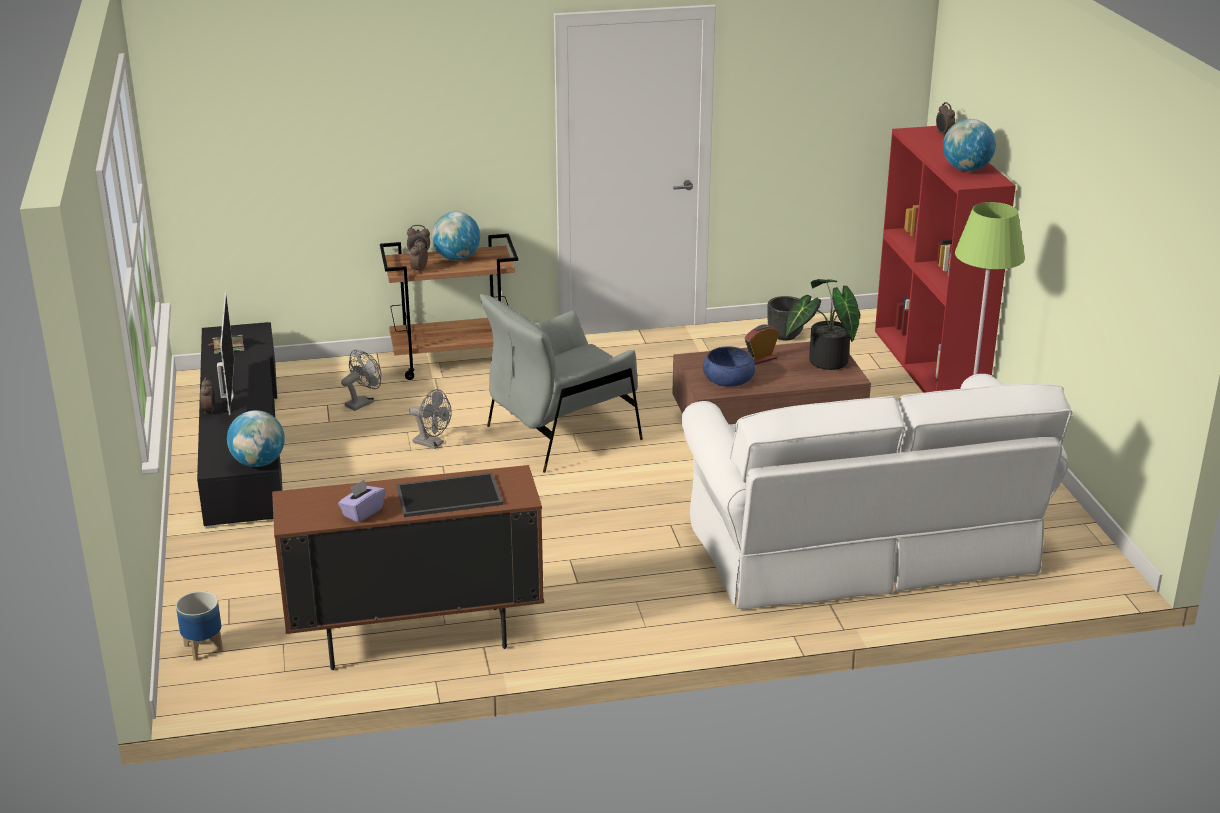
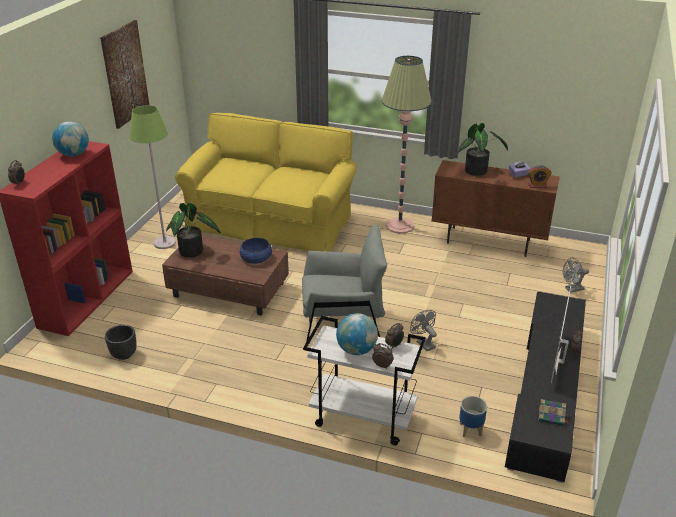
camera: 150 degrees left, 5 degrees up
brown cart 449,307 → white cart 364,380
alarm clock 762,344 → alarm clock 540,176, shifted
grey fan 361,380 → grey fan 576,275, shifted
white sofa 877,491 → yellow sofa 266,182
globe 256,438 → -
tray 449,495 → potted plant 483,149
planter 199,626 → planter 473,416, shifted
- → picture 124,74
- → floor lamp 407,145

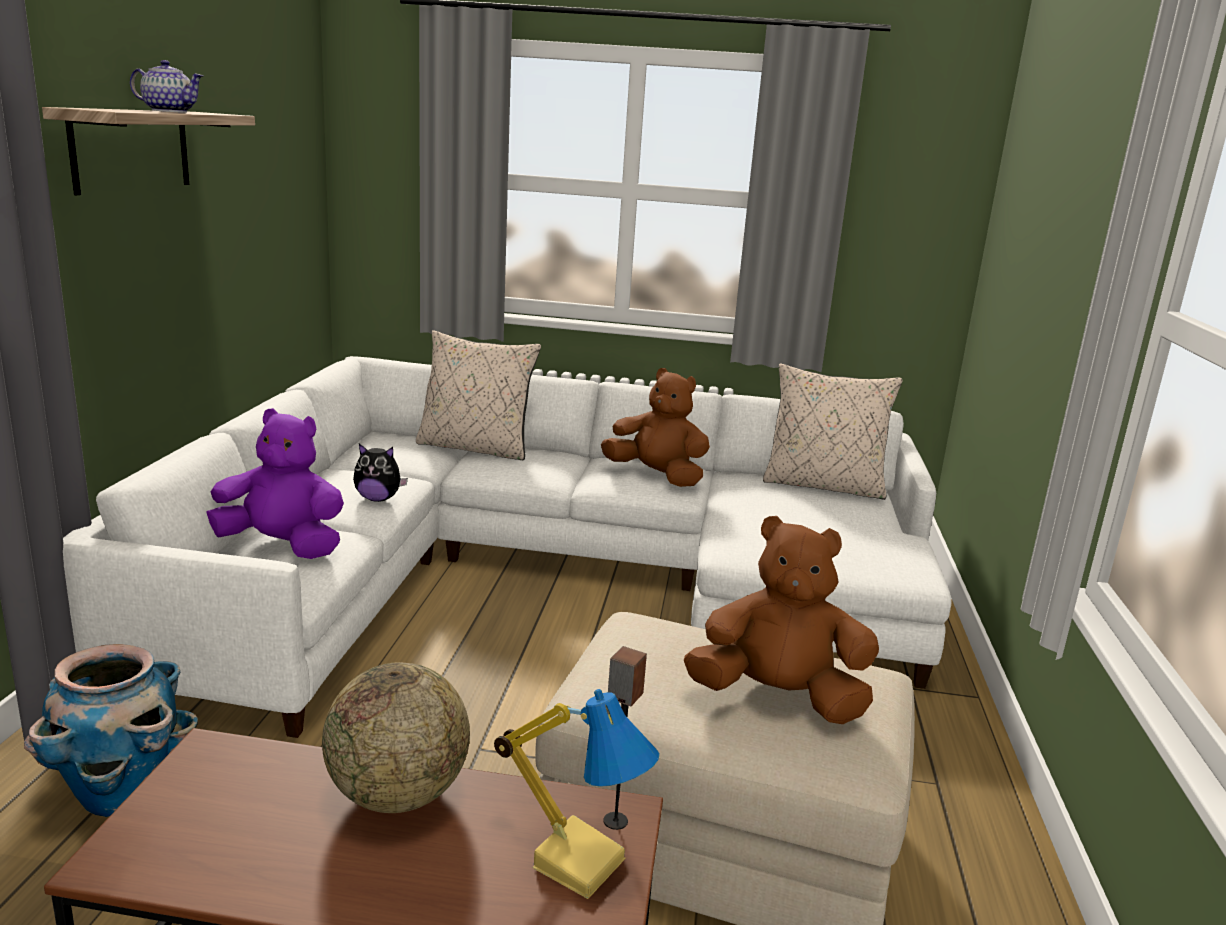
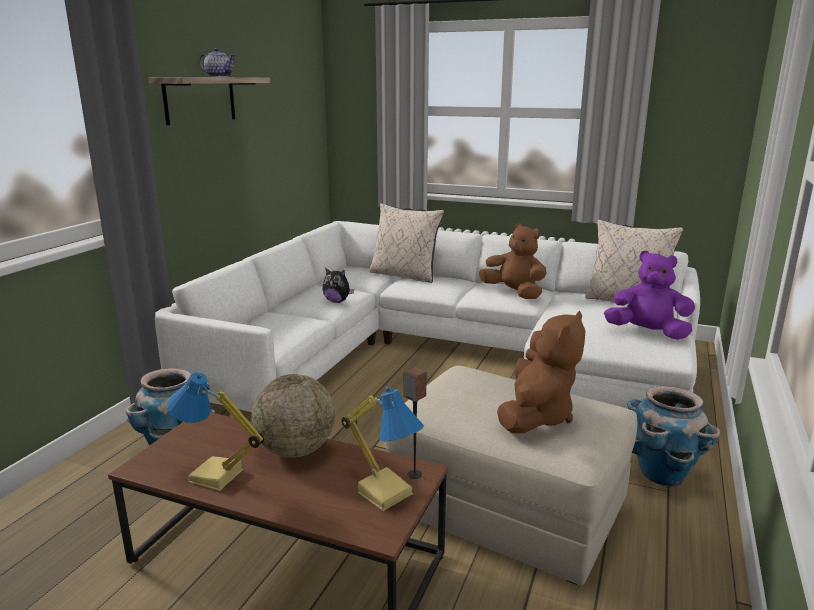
camera: 15 degrees right, 0 degrees up
purple plush toy 275,483 → purple plush toy 649,295, shifted
brown plush toy 781,620 → brown plush toy 541,372, 90 degrees clockwise
- → table lamp 216,431
- → planter 674,436

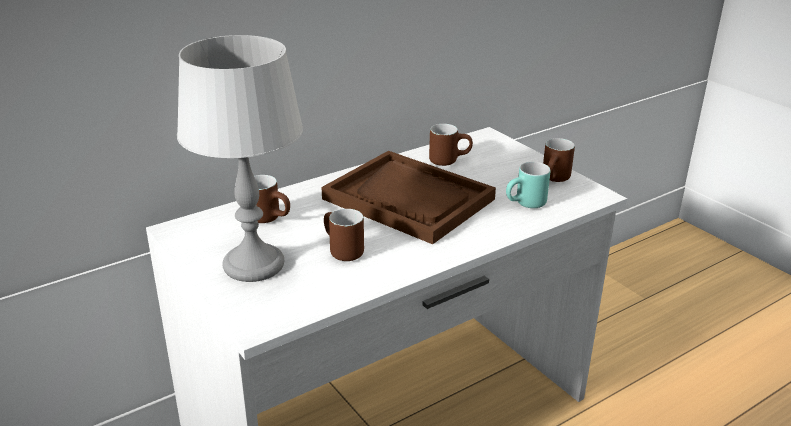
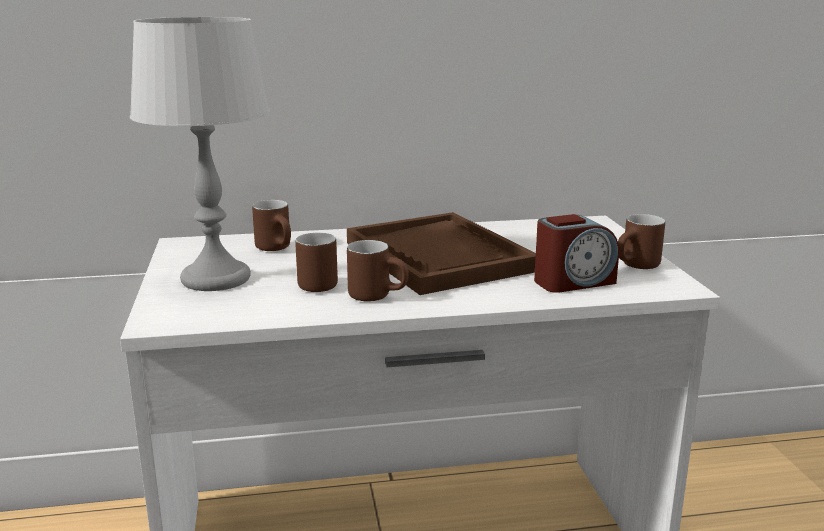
camera: 25 degrees right, 10 degrees down
brown mug 451,145 → brown mug 378,270, shifted
turquoise mug 528,185 → alarm clock 576,253

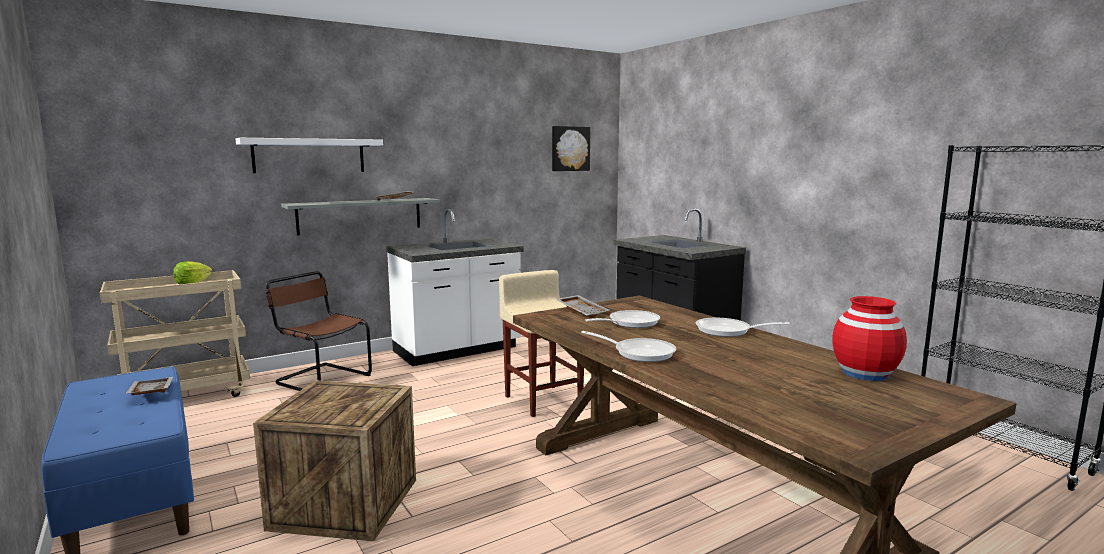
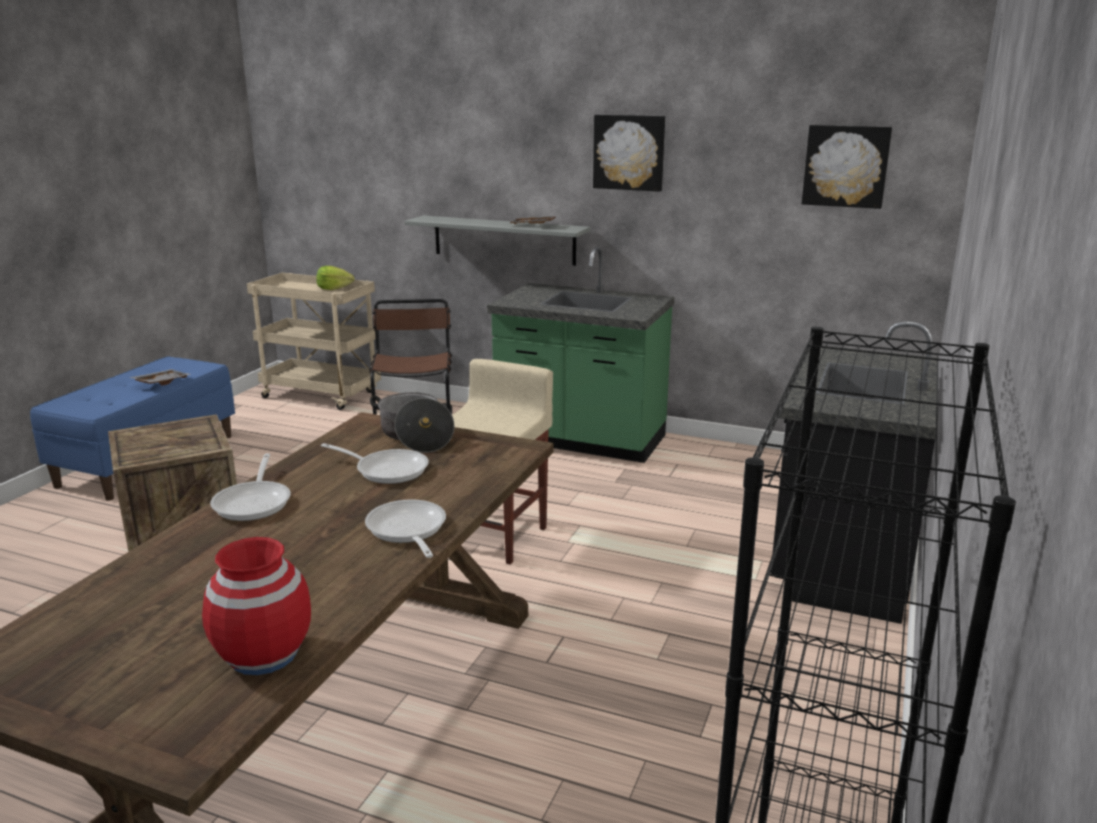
camera: 55 degrees right, 10 degrees up
white shelf 309,155 → -
white counter 455,287 → green counter 580,355
grey tray 582,306 → cooking pot 412,422
- → picture 629,153

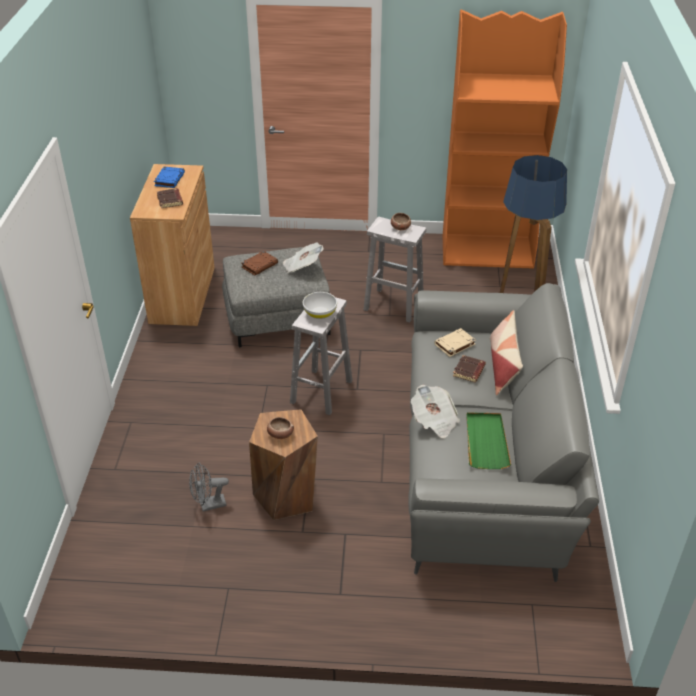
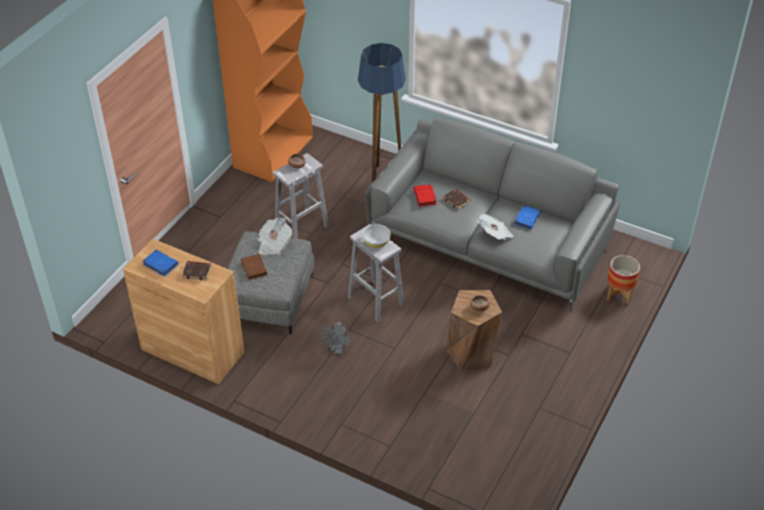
camera: 65 degrees left, 5 degrees up
pillow 506,353 → -
beige book 455,342 → red book 425,195
green tray 488,441 → blue book 527,217
grey fan 209,487 → grey fan 336,338, shifted
- → planter 623,279

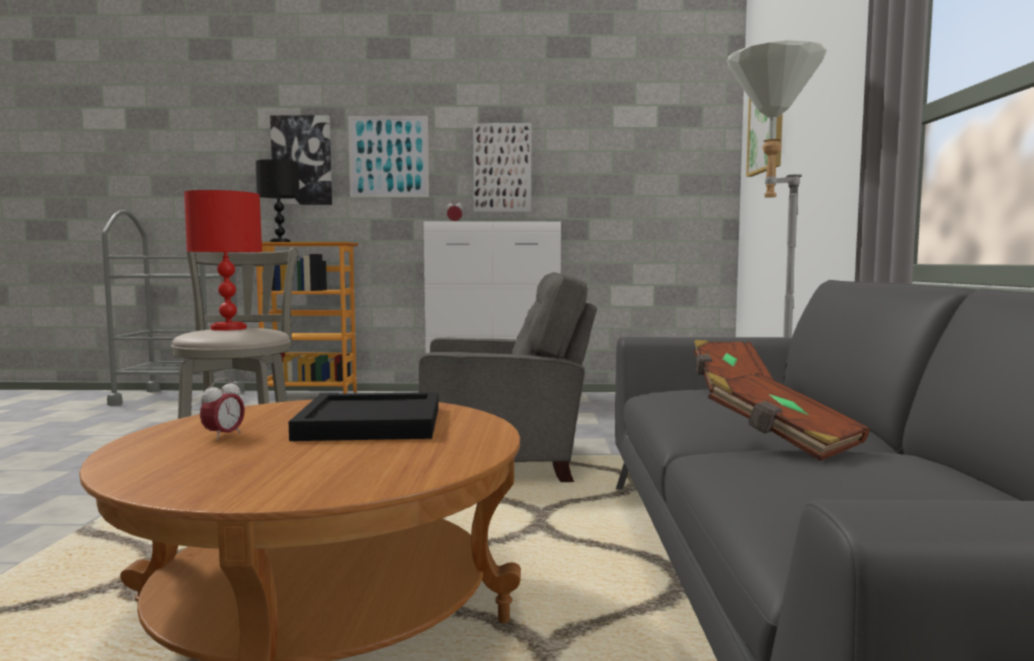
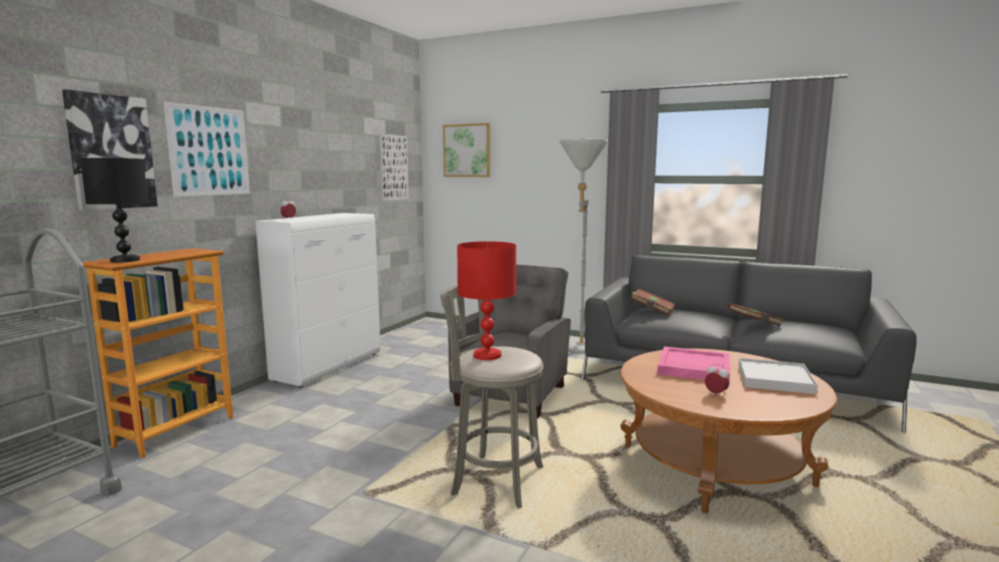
camera: 65 degrees left, 5 degrees up
picture 502,167 → picture 394,167, shifted
black tray 364,416 → pink tray 693,363
- → white tray 778,376

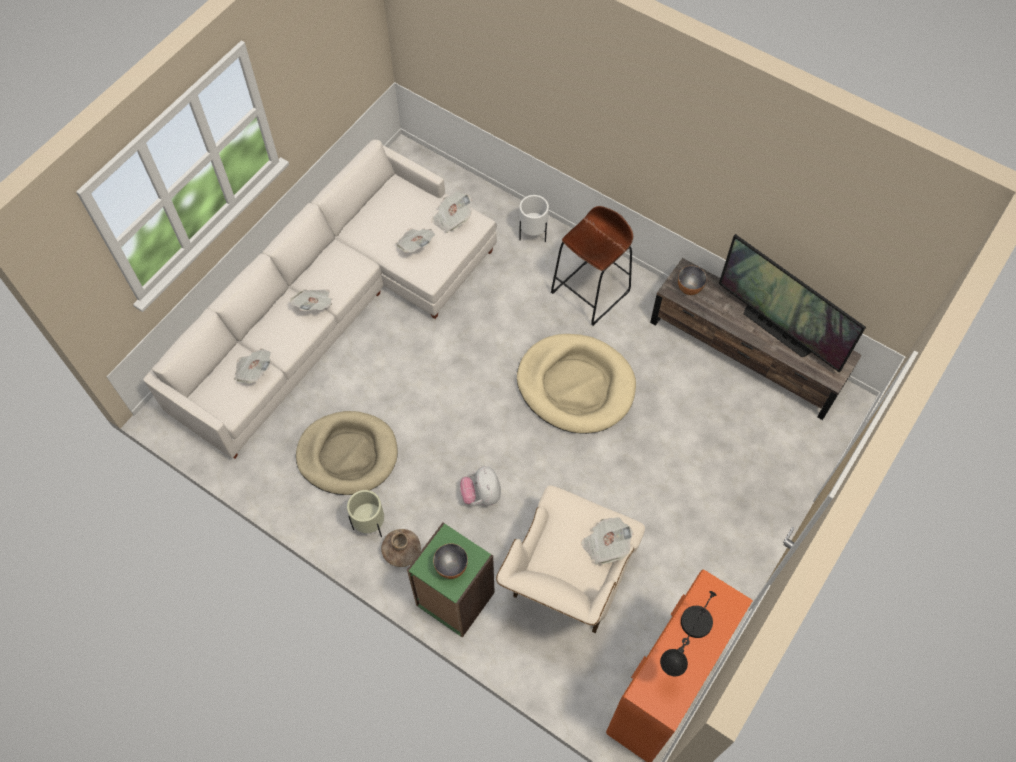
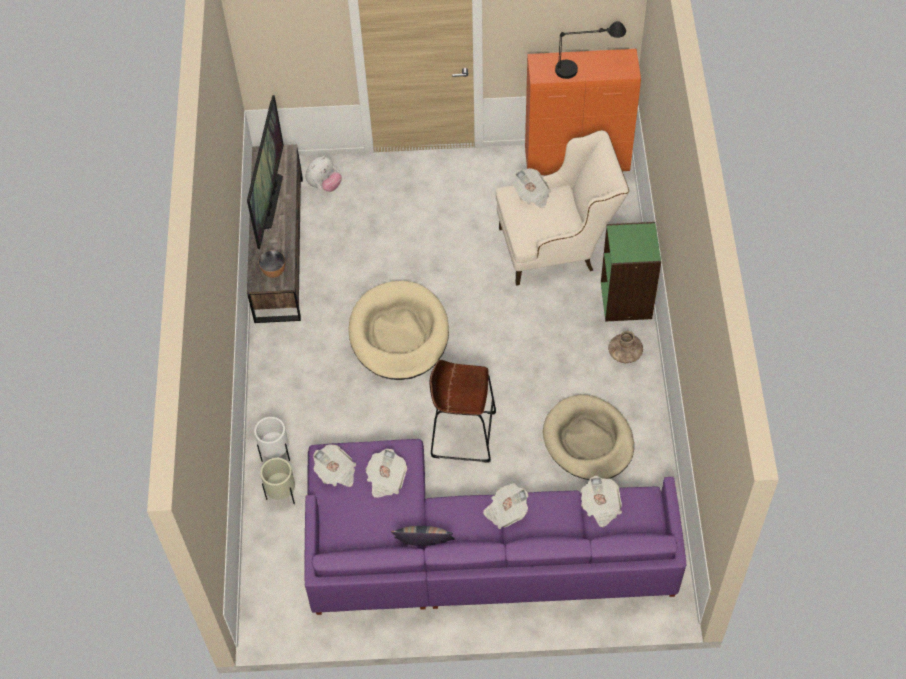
camera: 125 degrees left, 5 degrees down
white sofa 320,299 → purple sofa 495,527
brown stool 592,266 → brown stool 463,411, shifted
plush toy 480,486 → plush toy 324,174, shifted
beige planter 365,513 → beige planter 277,481, shifted
bowl 450,561 → -
- → pillow 423,536

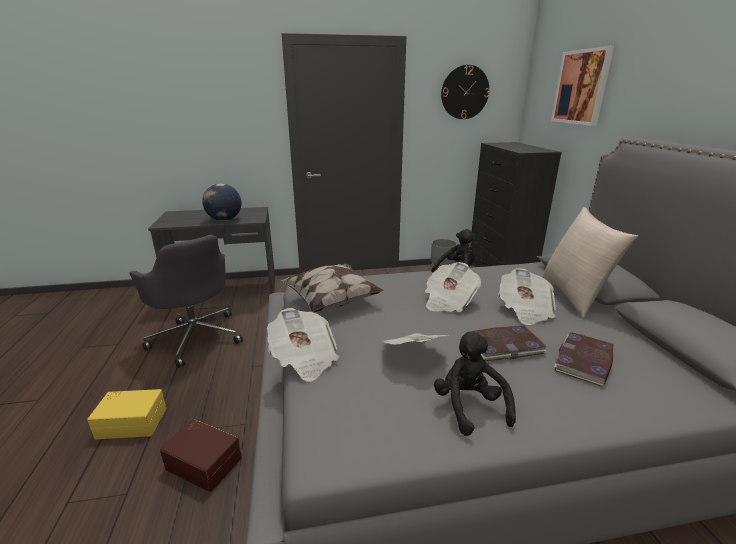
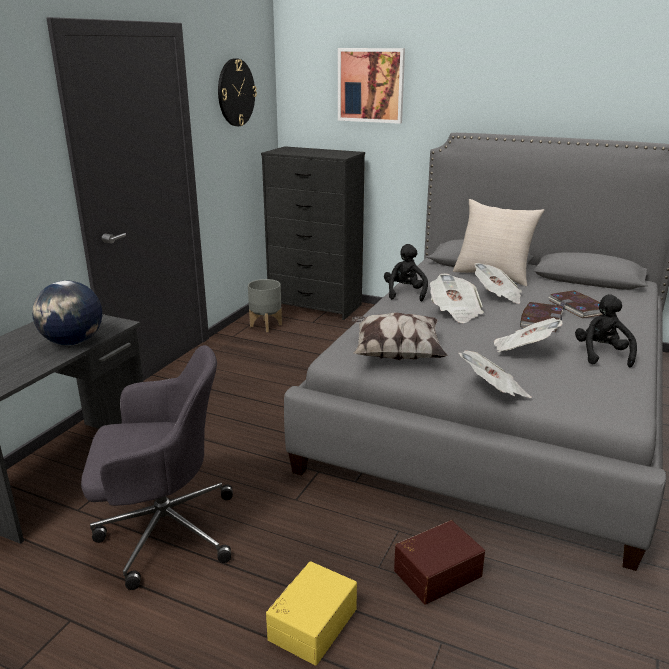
camera: 55 degrees left, 0 degrees up
black plush toy 475,383 → black plush toy 606,331, 75 degrees clockwise

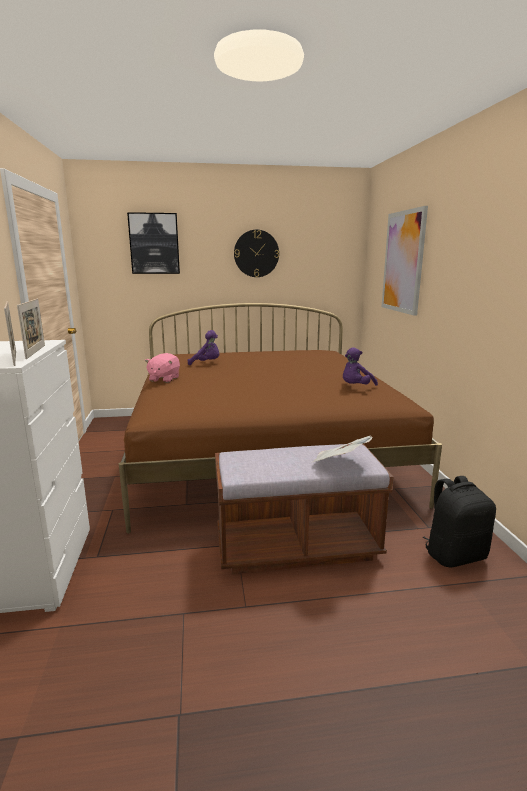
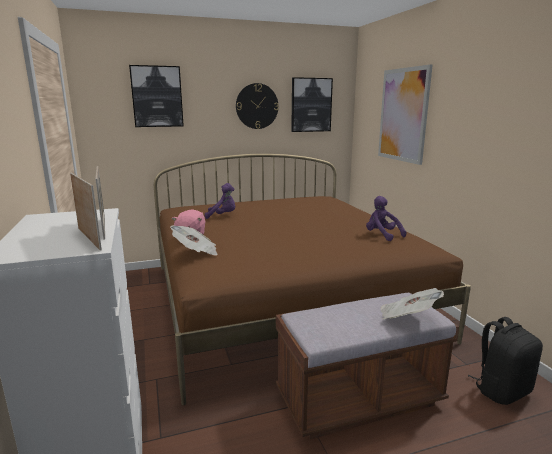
camera: 10 degrees left, 0 degrees up
purple plush toy 360,366 → purple plush toy 386,218, 105 degrees clockwise
- → picture 312,104
- → newspaper 193,240

